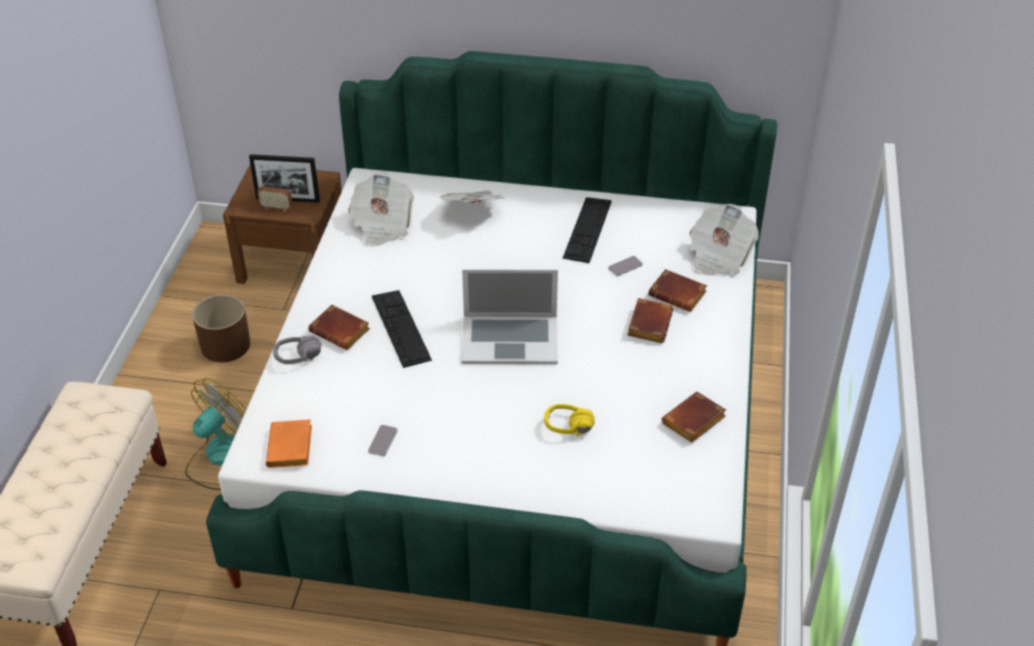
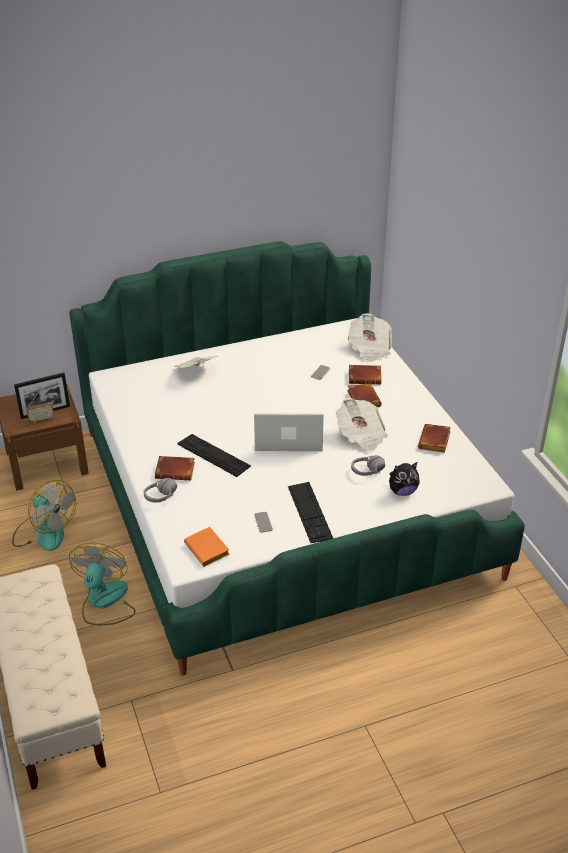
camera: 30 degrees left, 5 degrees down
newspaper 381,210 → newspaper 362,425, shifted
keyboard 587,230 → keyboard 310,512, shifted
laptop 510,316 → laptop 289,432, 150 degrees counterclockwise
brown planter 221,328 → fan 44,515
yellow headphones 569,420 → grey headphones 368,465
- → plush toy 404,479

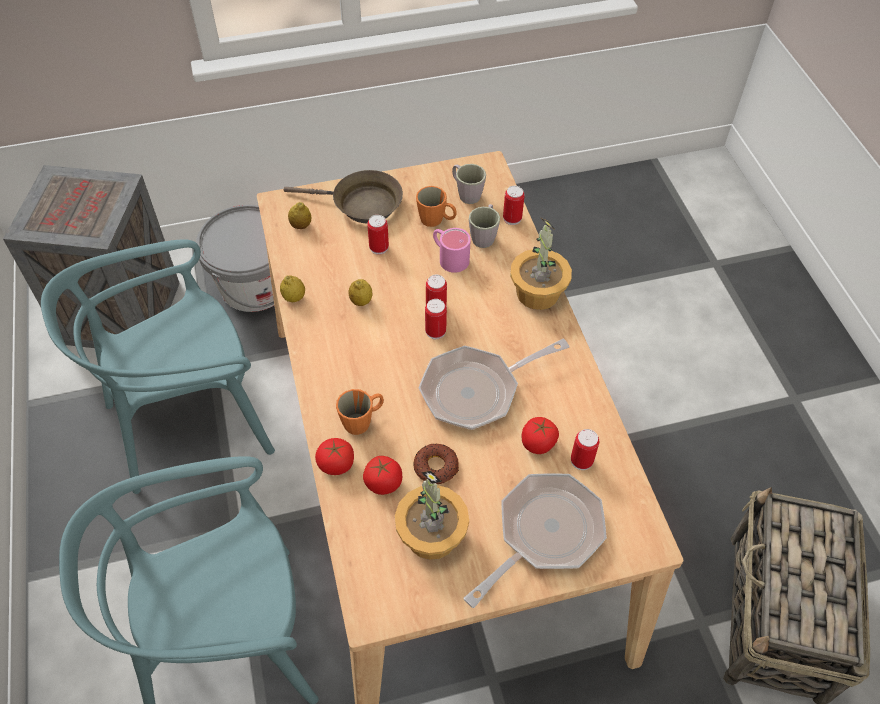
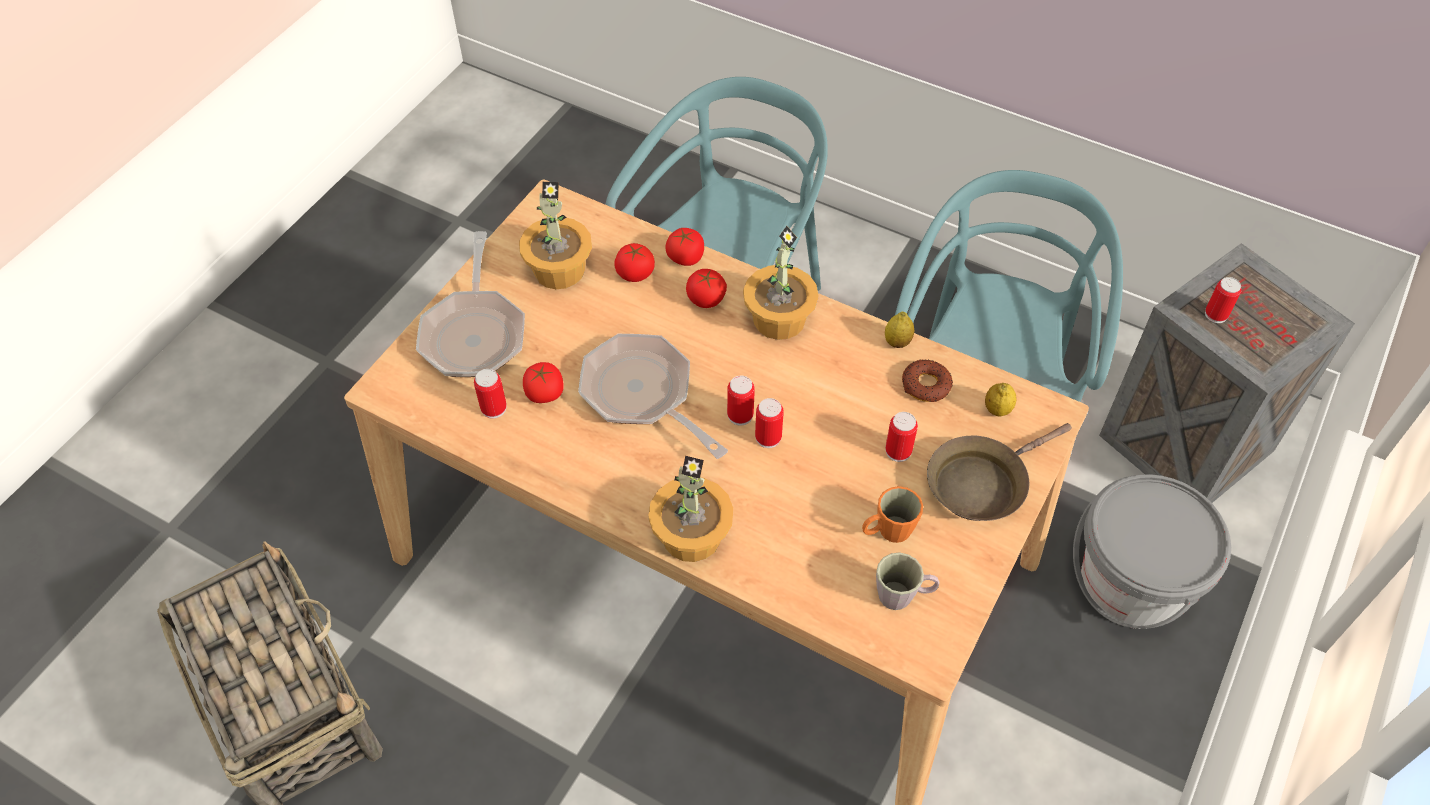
camera: 135 degrees right, 0 degrees up
can 514,205 → can 1223,300, shifted
grey mug 484,226 → -
pink mug 452,250 → -
lemon 360,292 → -
frying pan 494,384 → frying pan 653,396, 60 degrees counterclockwise
orange mug 360,412 → tomato 706,288
donut 436,464 → donut 927,380, shifted
- → potted plant 781,283

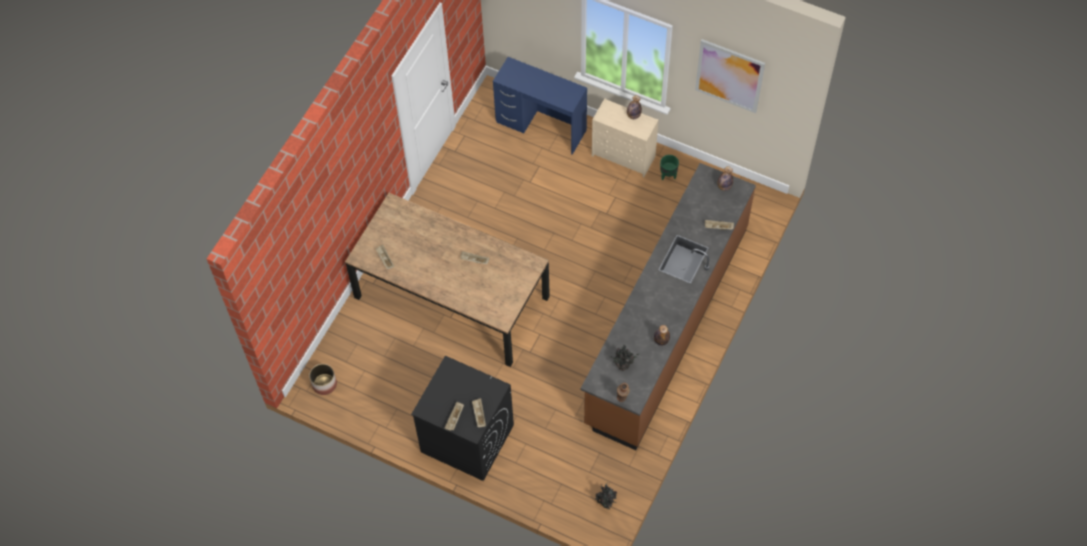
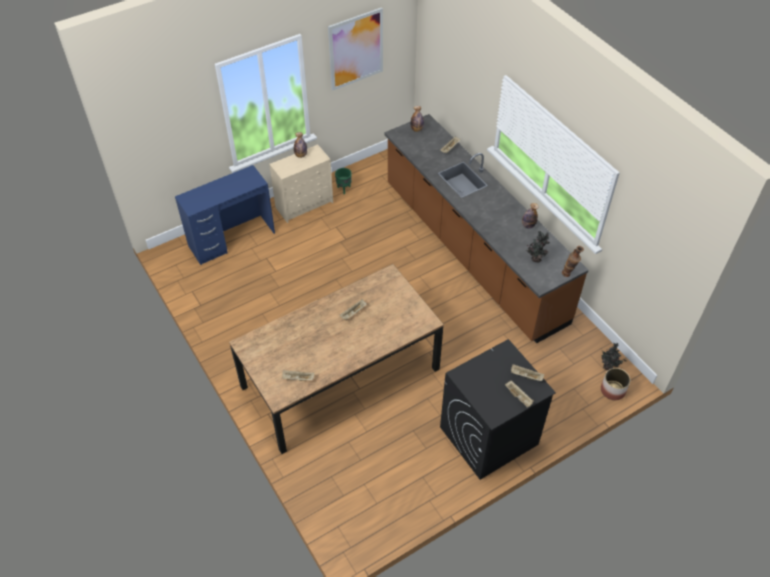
camera: 60 degrees left, 10 degrees down
planter 323,379 → planter 615,384, shifted

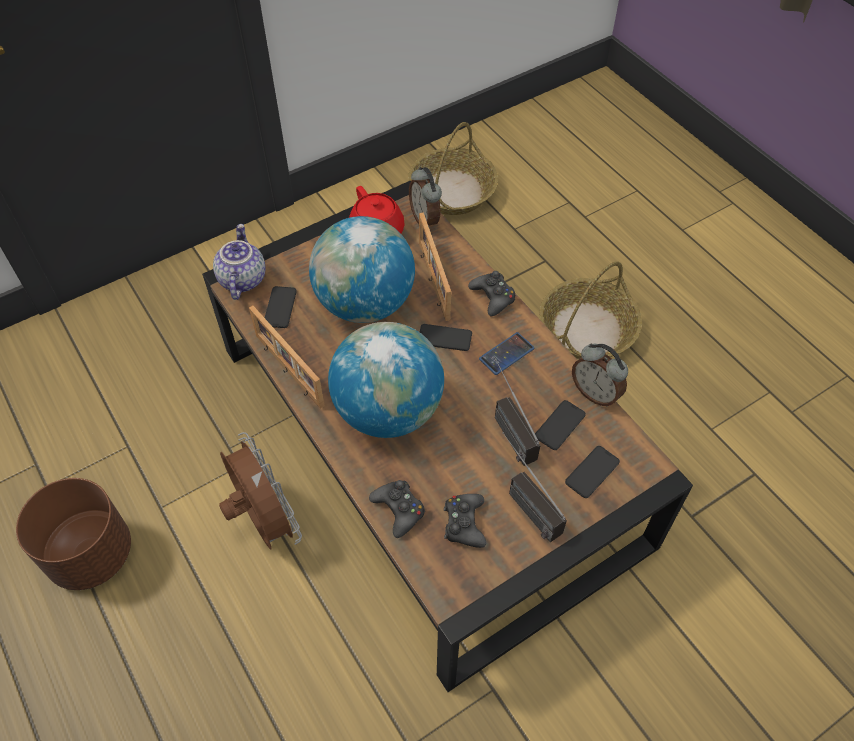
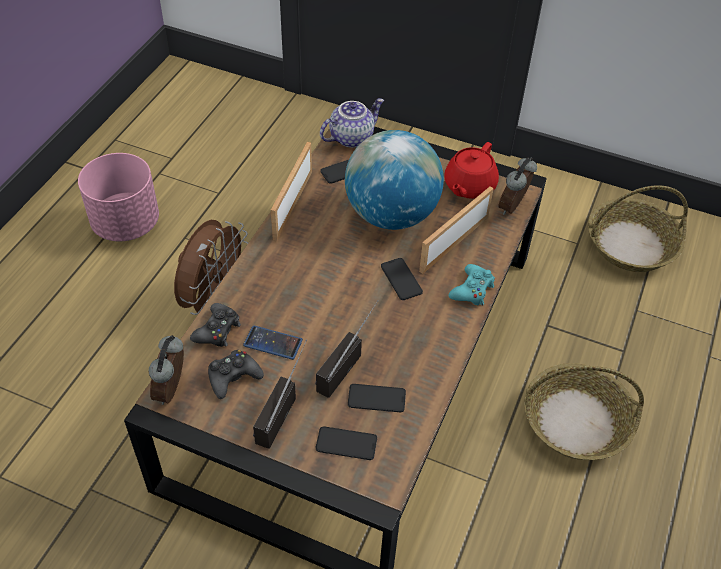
camera: 55 degrees right, 5 degrees down
black game controller 491,293 → turquoise game controller 471,284
globe 386,380 → -
phone 507,353 → phone 273,343, shifted
alarm clock 600,375 → alarm clock 166,370, shifted
brown planter 73,534 → pink planter 118,197

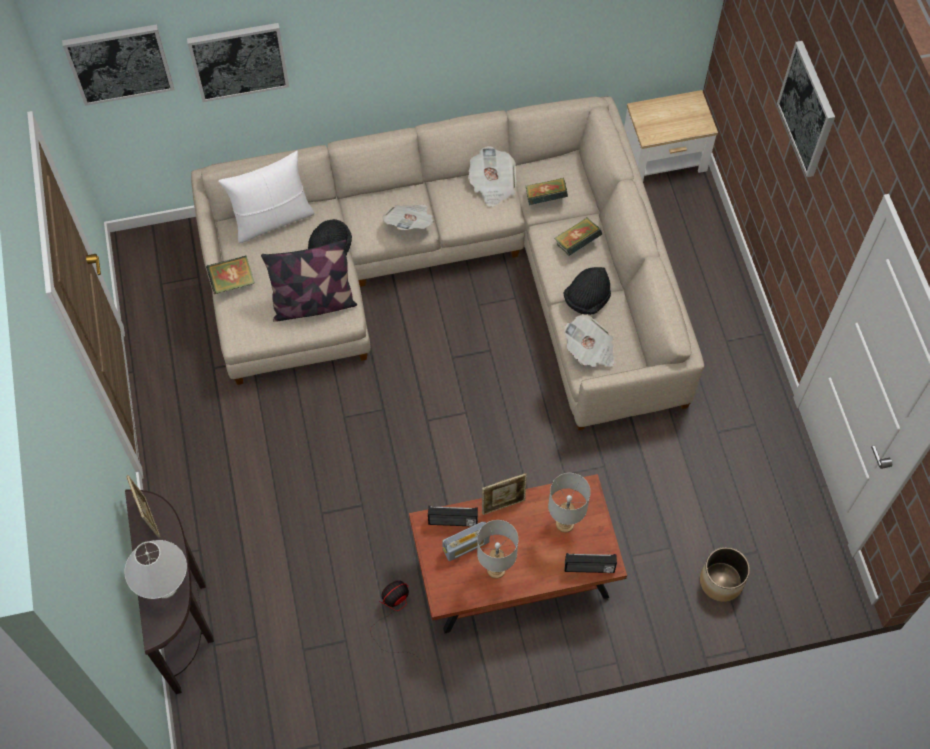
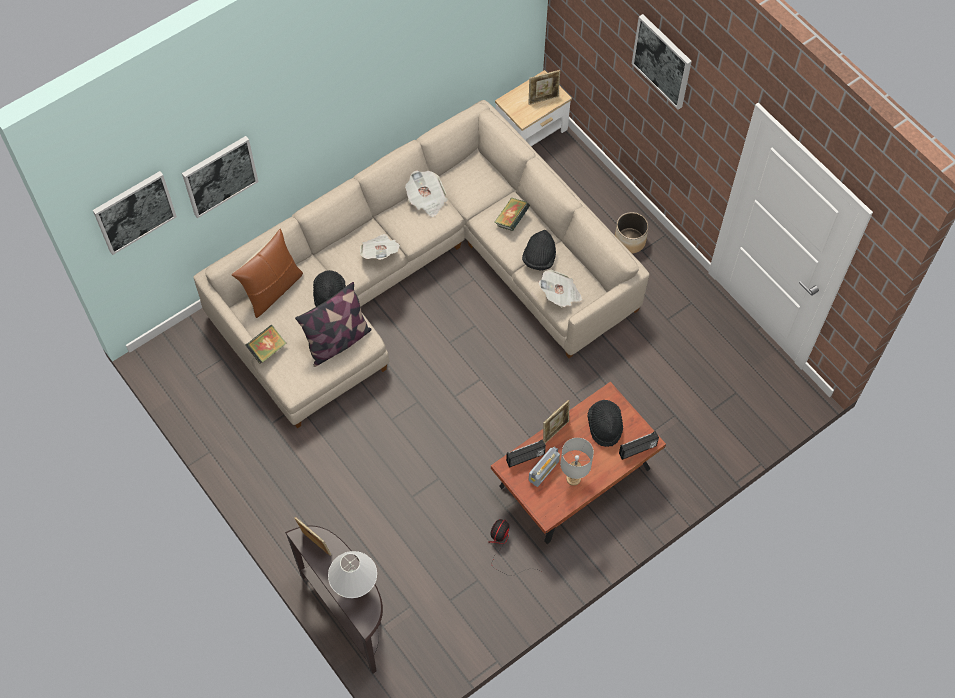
camera: 25 degrees left, 0 degrees up
white pillow 266,197 → brown pillow 267,273
book 547,191 → -
grey table lamp 569,503 → black hat 605,423
planter 725,574 → planter 632,233, shifted
- → picture frame 544,87

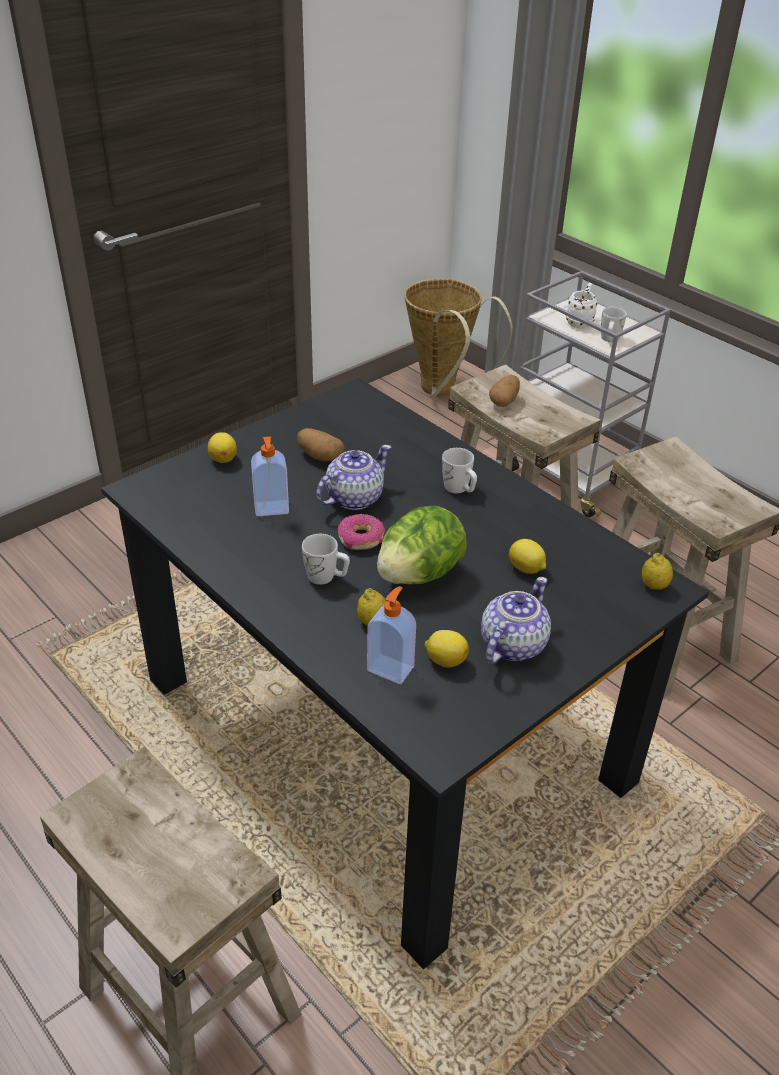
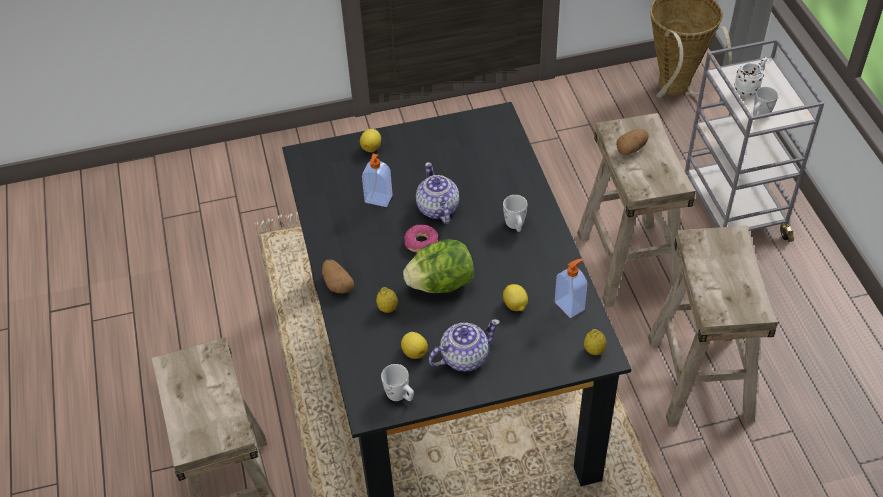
camera: 30 degrees right, 10 degrees up
potato 321,444 → potato 338,276, shifted
teapot 353,477 → teapot 437,193, 90 degrees counterclockwise
white mug 326,559 → white mug 397,382, shifted
soap dispenser 391,635 → soap dispenser 571,288, shifted

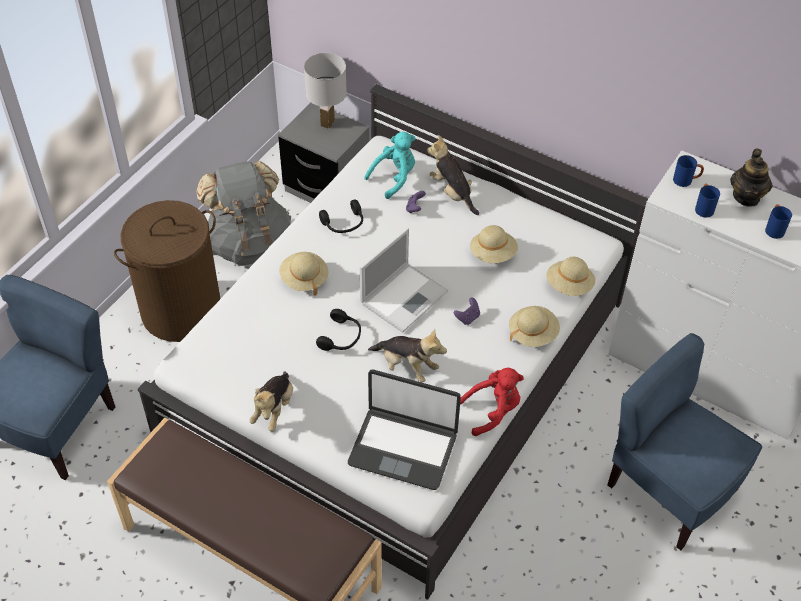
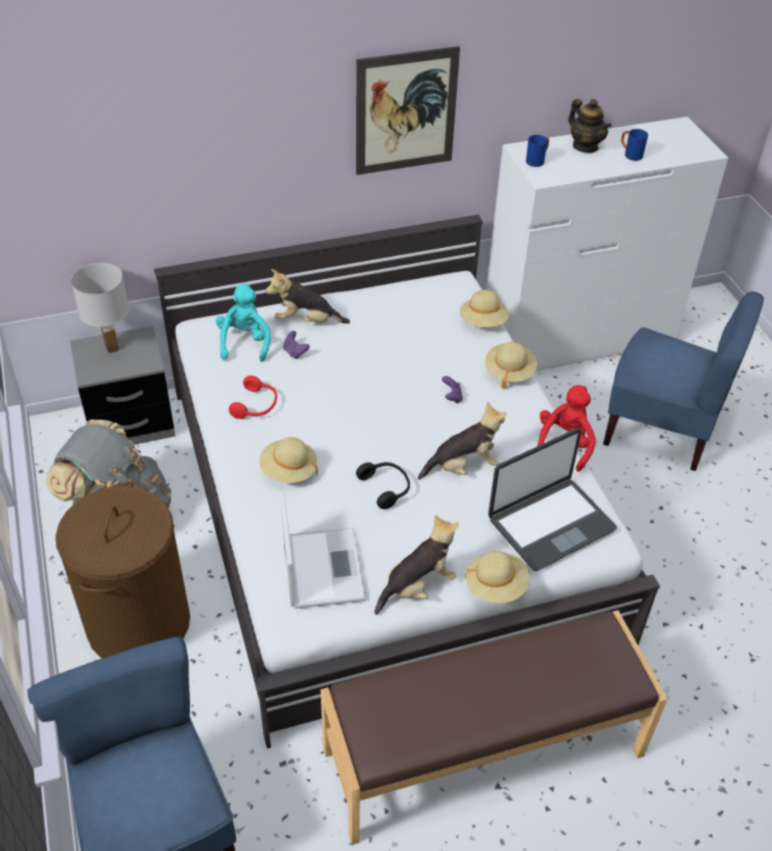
camera: 50 degrees left, 5 degrees down
blue mug 707,201 → -
black headphones 341,216 → red headphones 253,397
beige hat 494,244 → beige hat 497,577, shifted
laptop 404,280 → laptop 322,550, shifted
blue chair 684,441 → blue chair 683,381, 150 degrees counterclockwise
plush toy 271,401 → plush toy 416,565, 90 degrees counterclockwise
- → picture 408,110

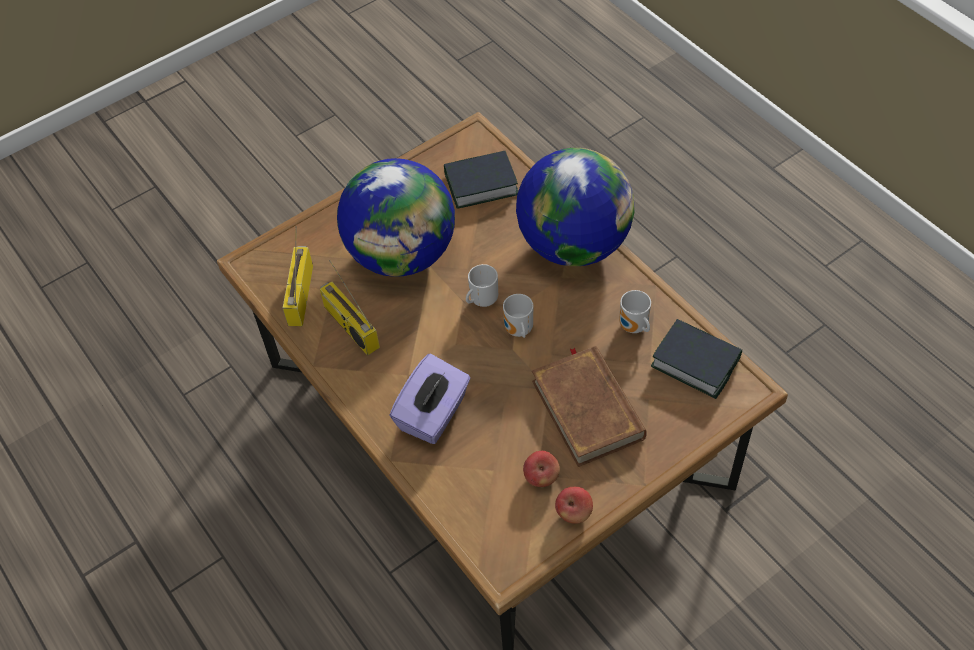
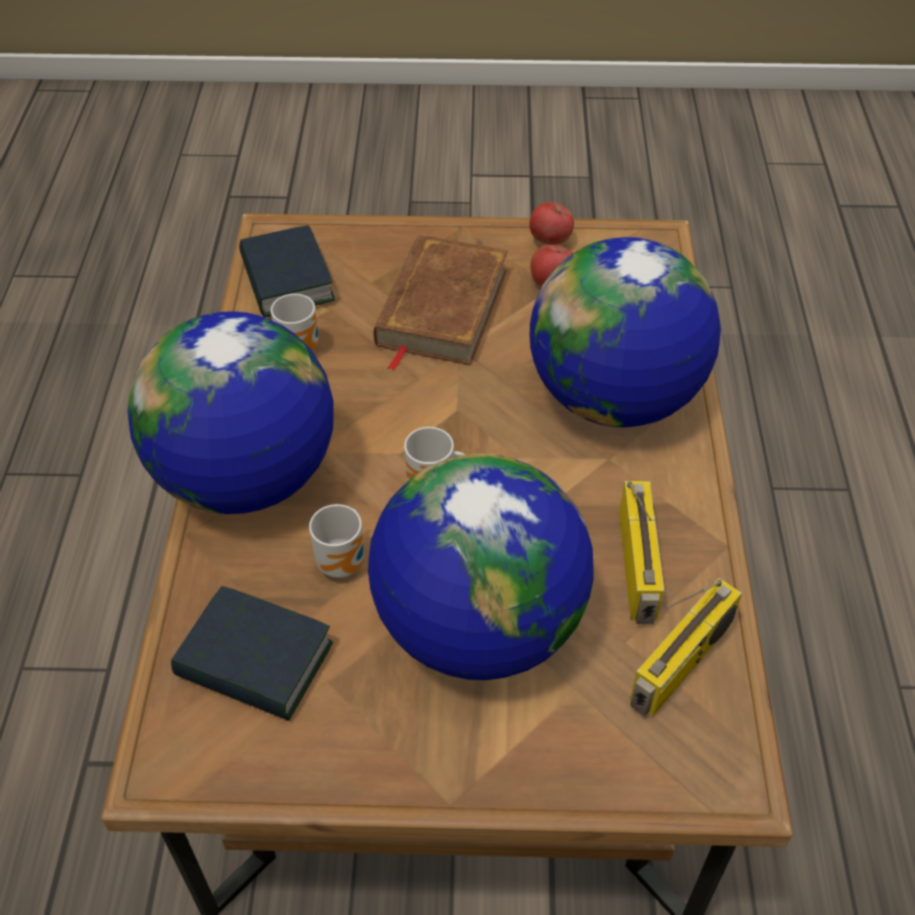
camera: 145 degrees left, 5 degrees down
mug 518,316 → mug 336,541, shifted
purple tissue box 430,398 → globe 625,332

